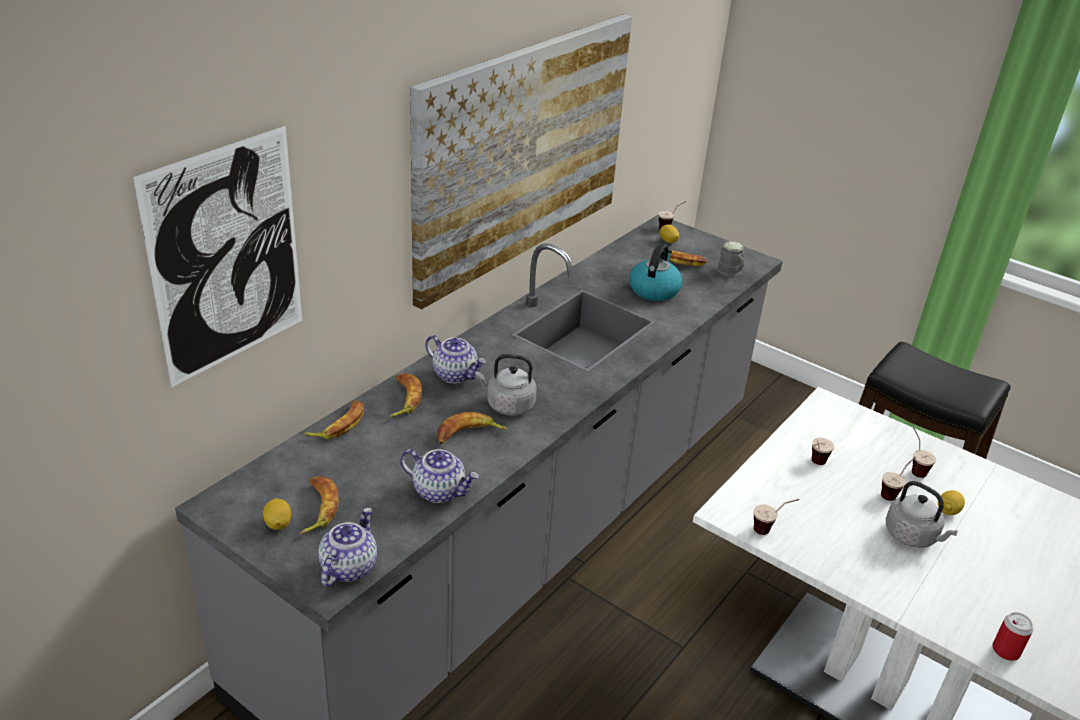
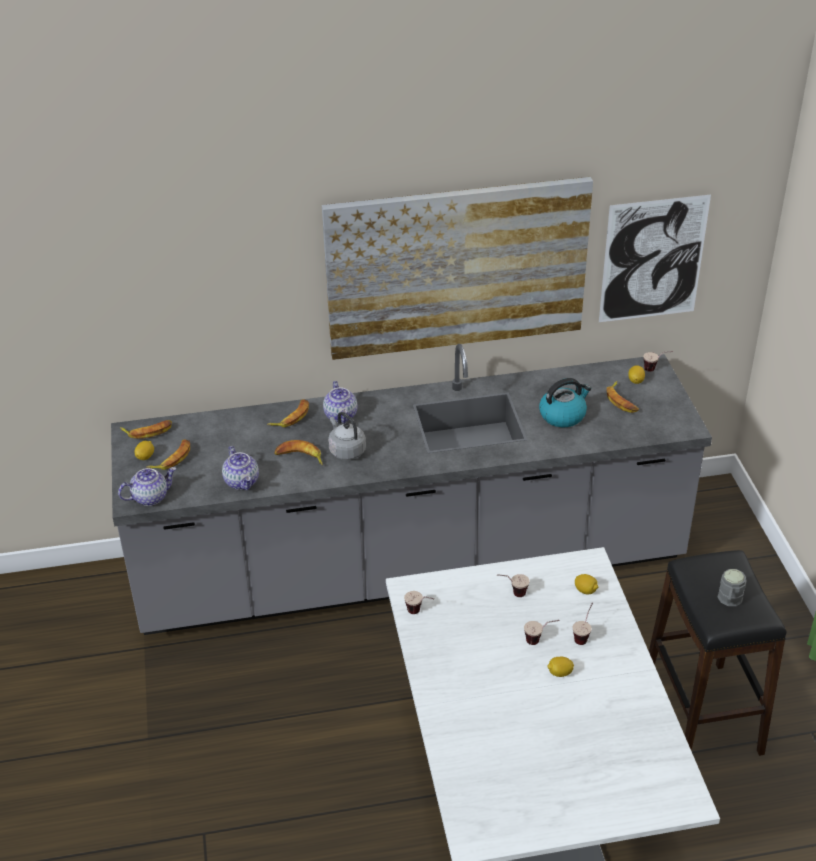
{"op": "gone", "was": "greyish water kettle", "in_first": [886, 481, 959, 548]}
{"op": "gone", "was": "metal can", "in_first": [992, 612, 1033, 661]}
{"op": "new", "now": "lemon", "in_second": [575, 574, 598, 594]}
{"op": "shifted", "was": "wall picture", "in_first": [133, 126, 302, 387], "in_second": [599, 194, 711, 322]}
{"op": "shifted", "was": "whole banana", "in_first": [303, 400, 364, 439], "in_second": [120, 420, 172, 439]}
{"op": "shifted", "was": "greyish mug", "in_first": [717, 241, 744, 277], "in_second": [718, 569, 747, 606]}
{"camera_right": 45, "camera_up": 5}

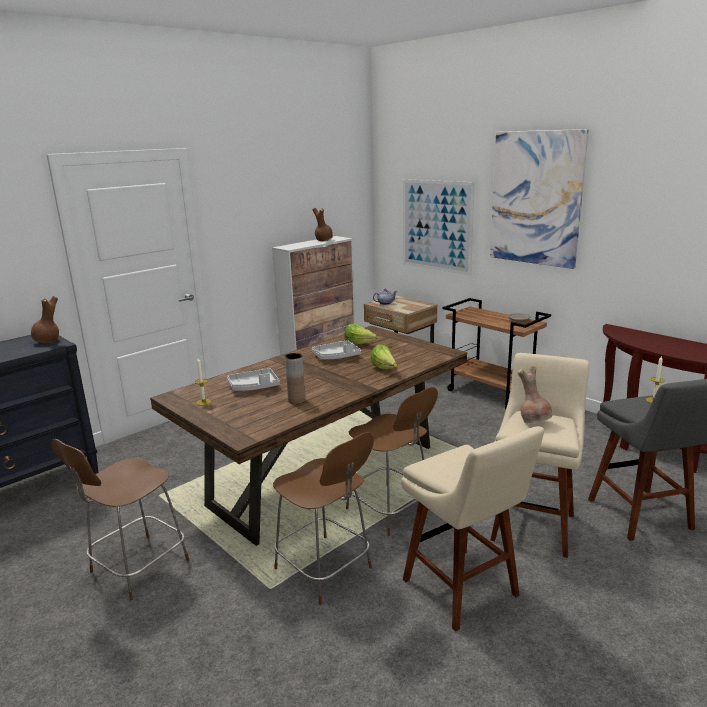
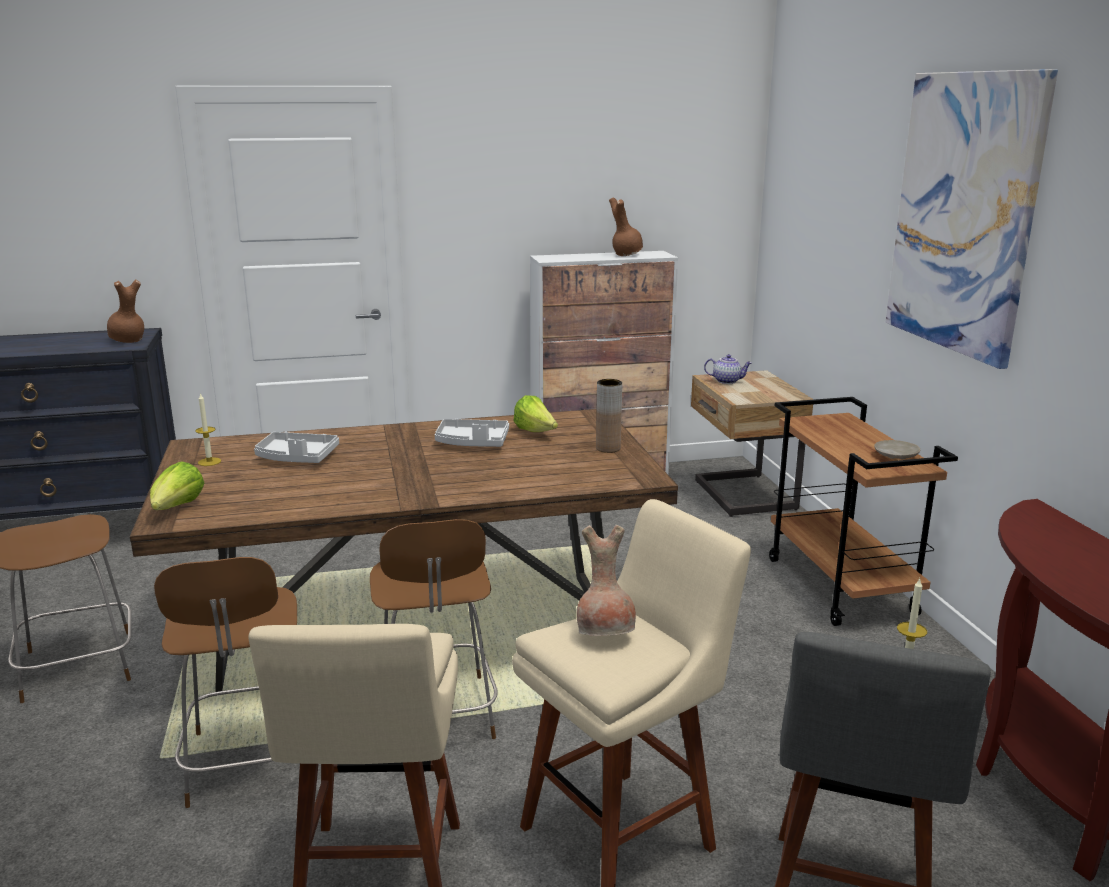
{"op": "gone", "was": "wall picture", "in_first": [403, 179, 475, 276]}
{"op": "shifted", "was": "brown decorative vase", "in_first": [285, 353, 305, 404], "in_second": [596, 379, 622, 453]}
{"op": "shifted", "was": "lettuce", "in_first": [370, 345, 397, 369], "in_second": [150, 461, 204, 510]}
{"camera_right": 30, "camera_up": 0}

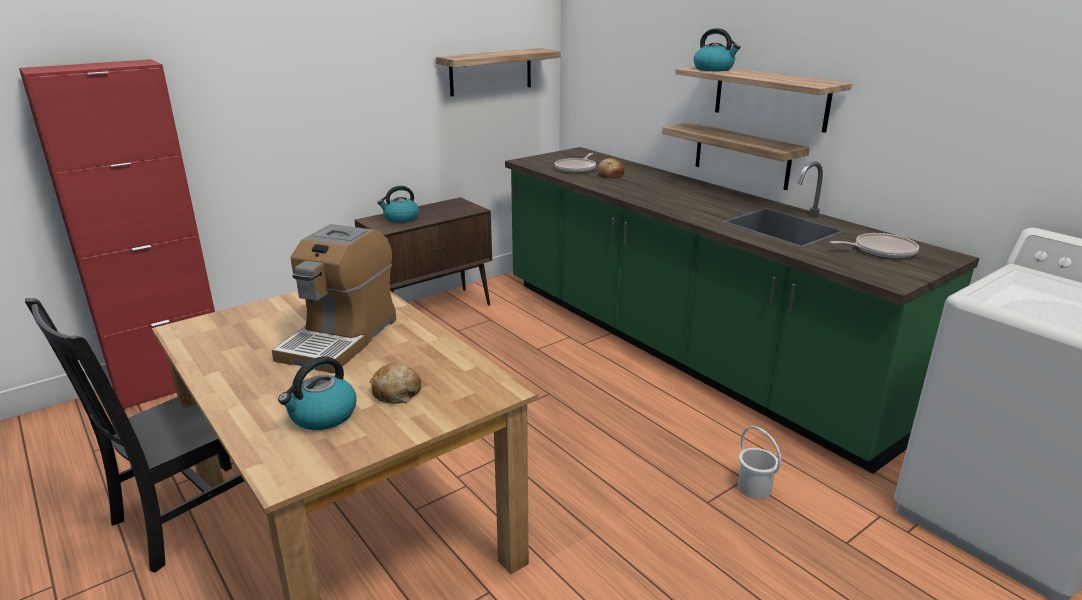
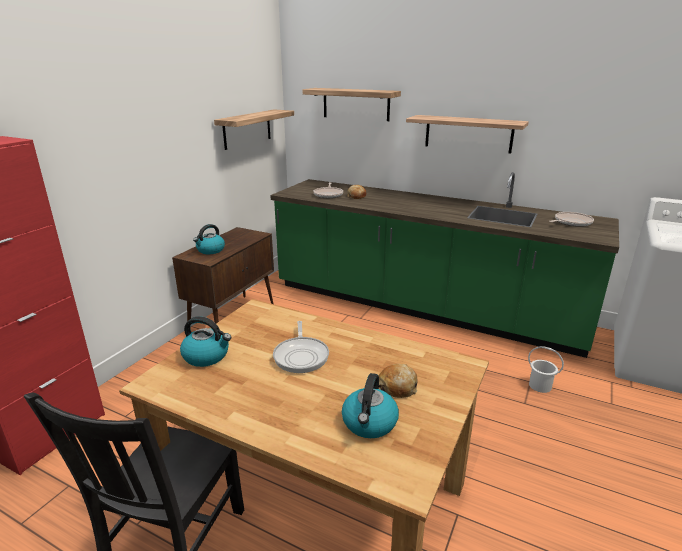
{"op": "shifted", "was": "shelf", "in_first": [662, 122, 810, 190], "in_second": [303, 88, 401, 121]}
{"op": "shifted", "was": "water kettle", "in_first": [694, 28, 741, 71], "in_second": [180, 316, 231, 367]}
{"op": "swapped", "was": "coffee machine", "now": "skillet", "in_first": [272, 224, 396, 373], "in_second": [273, 321, 329, 373]}
{"camera_right": -25, "camera_up": 0}

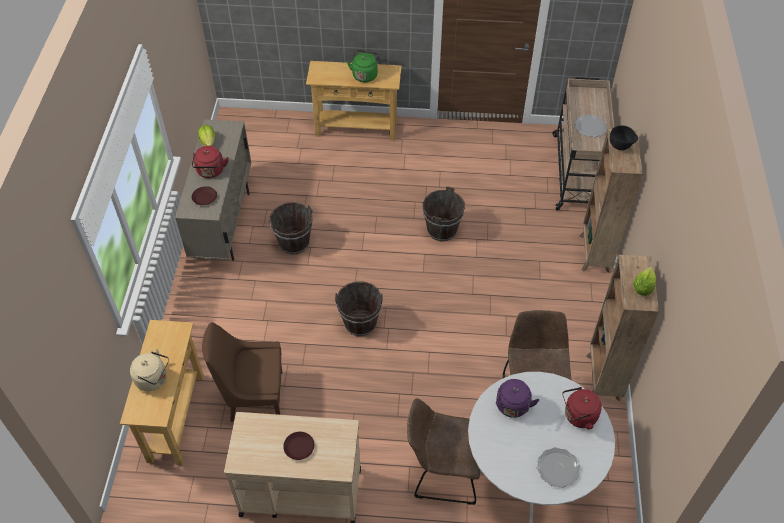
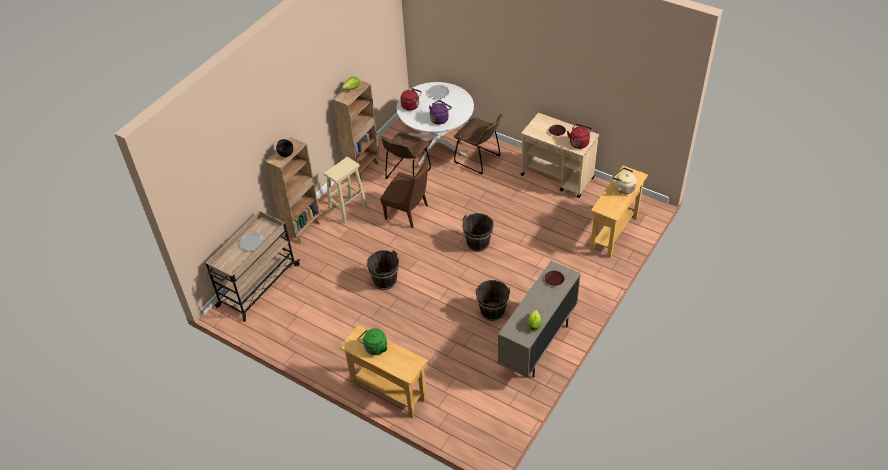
{"op": "new", "now": "sand-coloured stool seat", "in_second": [324, 157, 368, 224]}
{"op": "shifted", "was": "red water kettle", "in_first": [192, 146, 229, 178], "in_second": [567, 124, 593, 149]}
{"op": "shifted", "was": "brown chair", "in_first": [202, 322, 282, 422], "in_second": [380, 161, 428, 228]}
{"camera_right": -150, "camera_up": -5}

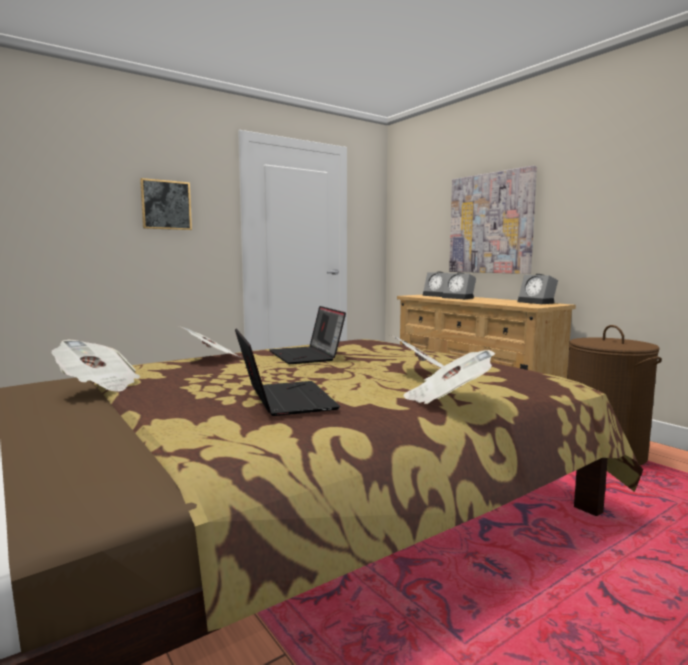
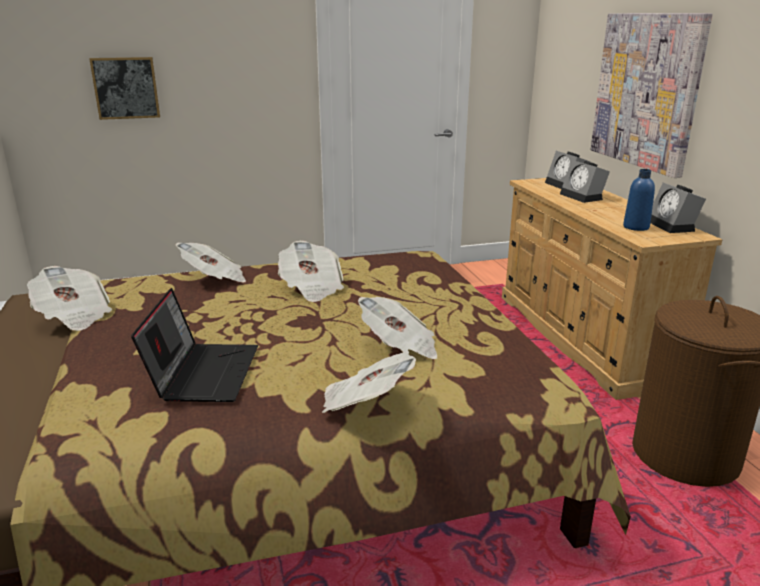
{"op": "new", "now": "blue-coloured drink bottle", "in_second": [623, 169, 655, 231]}
{"op": "shifted", "was": "wall picture", "in_first": [140, 178, 192, 230], "in_second": [89, 57, 160, 120]}
{"op": "swapped", "was": "portable computer", "now": "printed paper", "in_first": [269, 306, 346, 364], "in_second": [278, 241, 344, 302]}
{"camera_right": 20, "camera_up": 15}

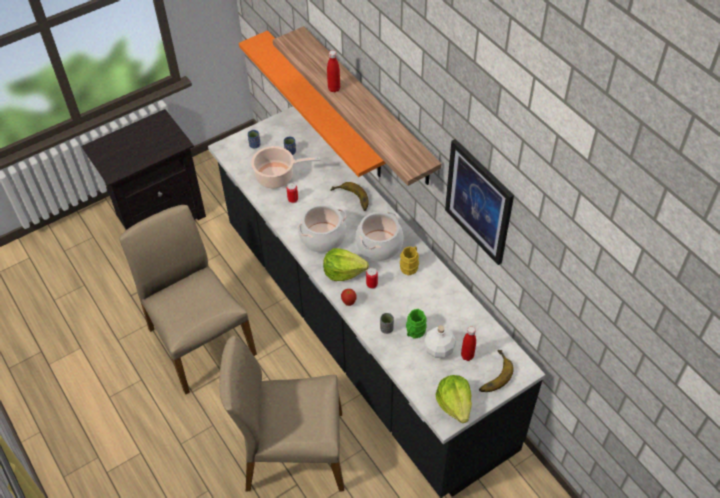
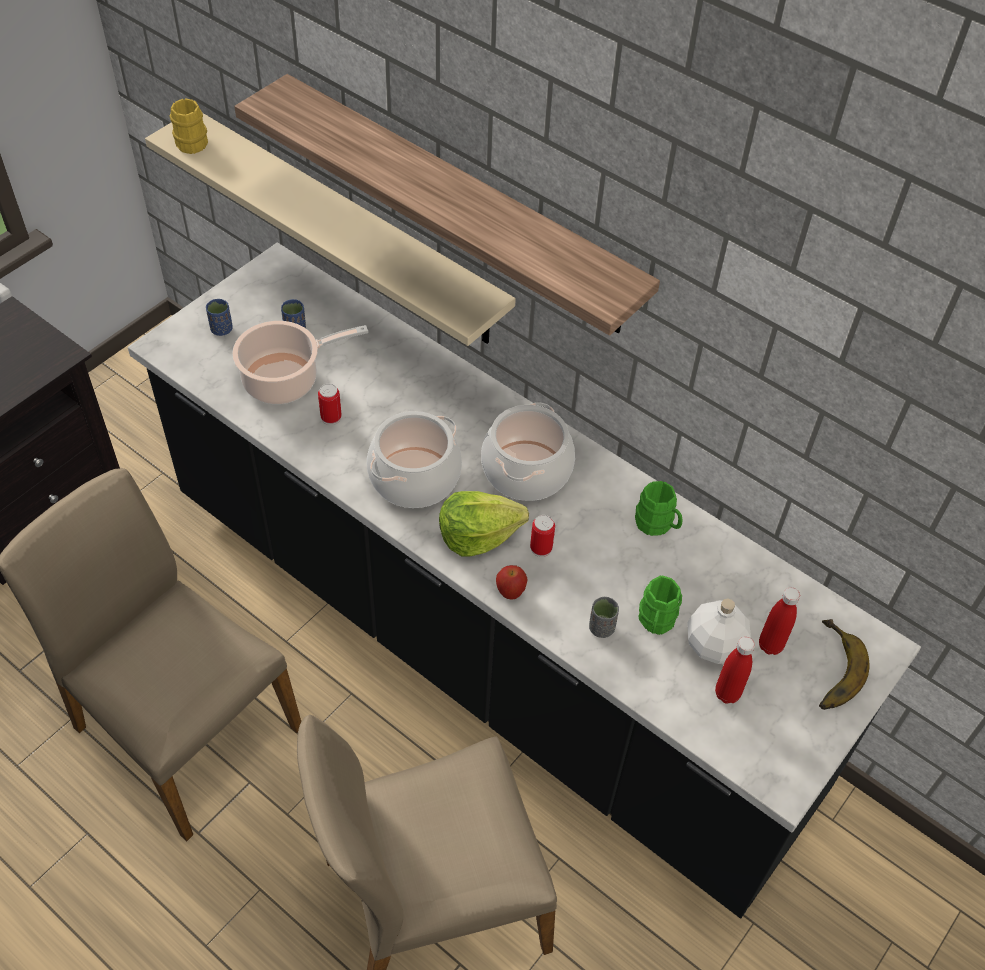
{"op": "gone", "was": "whole banana", "in_first": [330, 182, 368, 211]}
{"op": "gone", "was": "lettuce", "in_first": [436, 375, 472, 423]}
{"op": "gone", "was": "wall picture", "in_first": [445, 139, 514, 265]}
{"op": "new", "now": "green-coloured mug", "in_second": [635, 481, 682, 536]}
{"op": "shifted", "was": "red drink bottle", "in_first": [327, 50, 340, 93], "in_second": [715, 637, 755, 704]}
{"op": "shifted", "was": "yellow-coloured mug", "in_first": [400, 246, 419, 275], "in_second": [170, 98, 208, 154]}
{"op": "repainted", "was": "orange shelf", "now": "sand-coloured shelf", "in_first": [239, 30, 386, 177], "in_second": [145, 113, 516, 346]}
{"camera_right": -20, "camera_up": 0}

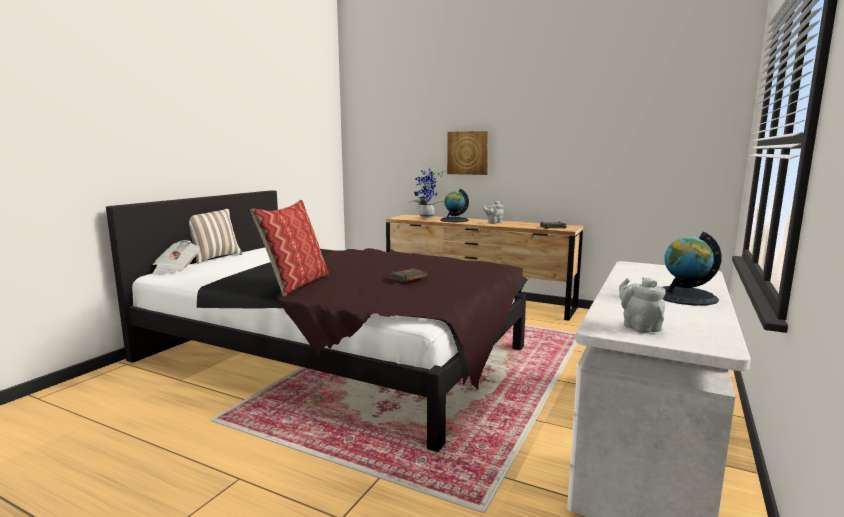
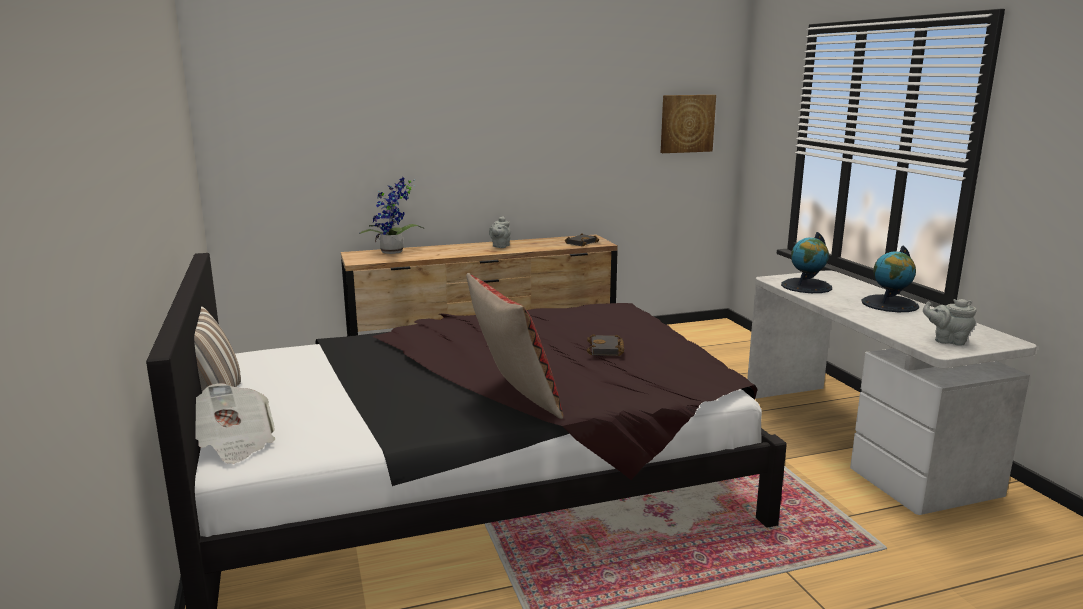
{"op": "shifted", "was": "desk globe", "in_first": [440, 189, 469, 222], "in_second": [781, 232, 832, 293]}
{"op": "shifted", "was": "wall picture", "in_first": [447, 131, 489, 175], "in_second": [661, 95, 716, 153]}
{"camera_right": -45, "camera_up": 5}

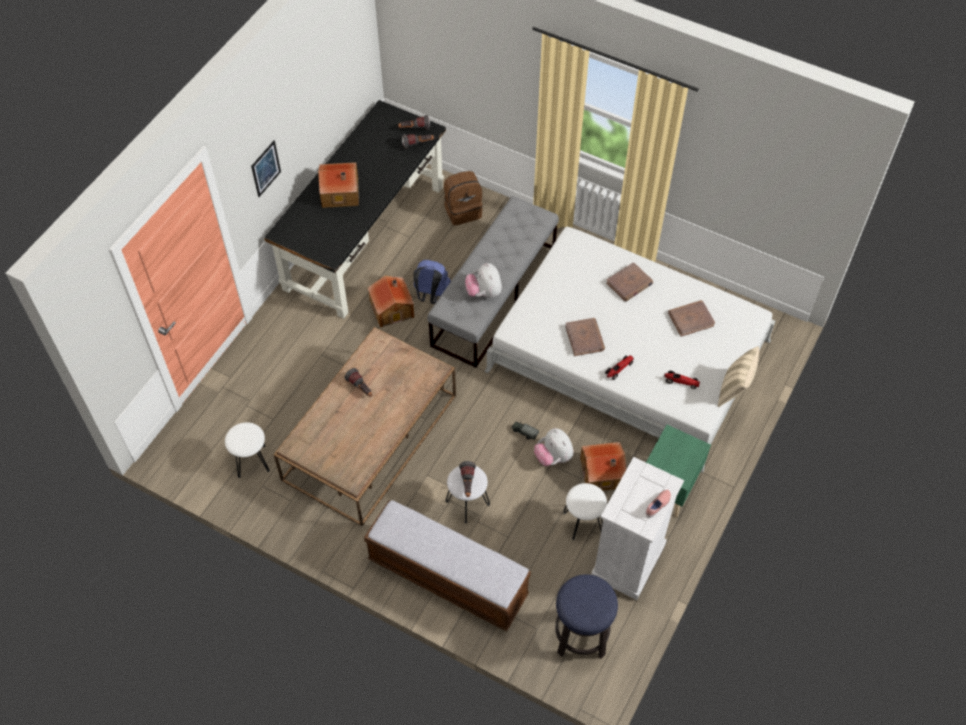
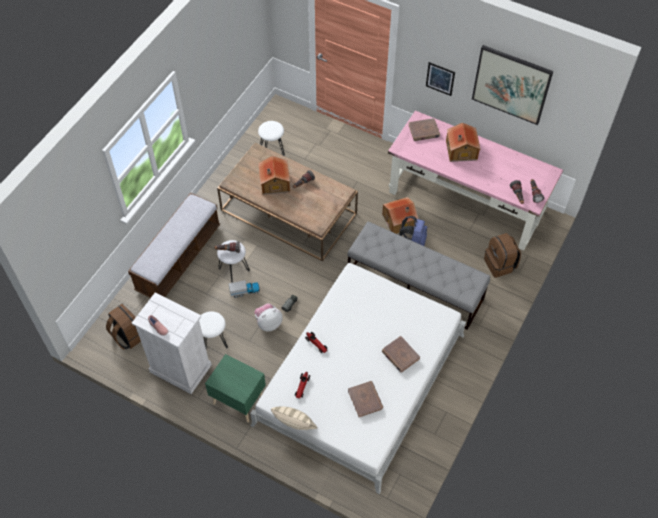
{"op": "gone", "was": "plush toy", "in_first": [465, 263, 502, 298]}
{"op": "new", "now": "model truck", "in_second": [229, 280, 260, 298]}
{"op": "new", "now": "wall picture", "in_second": [472, 45, 553, 125]}
{"op": "shifted", "was": "brown book", "in_first": [565, 318, 605, 356], "in_second": [408, 118, 440, 141]}
{"op": "shifted", "was": "miniature house", "in_first": [580, 442, 627, 491], "in_second": [258, 156, 290, 195]}
{"op": "swapped", "was": "stool seat", "now": "brown knapsack", "in_first": [555, 574, 618, 659], "in_second": [106, 304, 141, 350]}
{"op": "repainted", "was": "black desk table", "now": "pinkish desk table", "in_first": [264, 100, 446, 319], "in_second": [388, 110, 563, 251]}
{"camera_right": 90, "camera_up": 0}

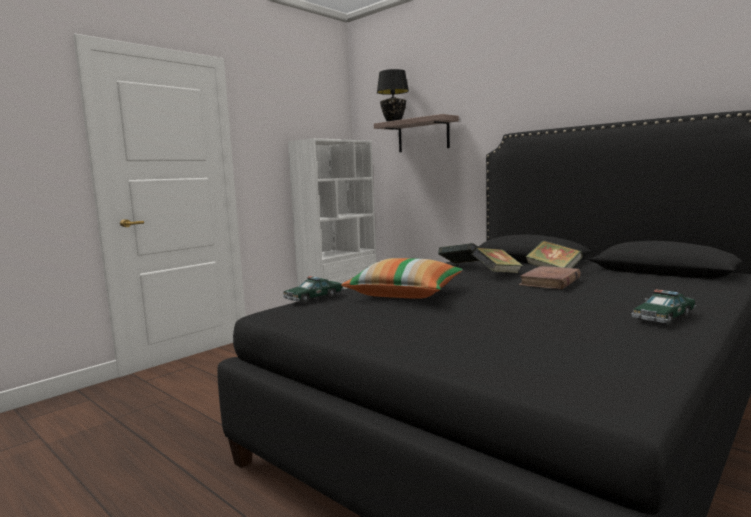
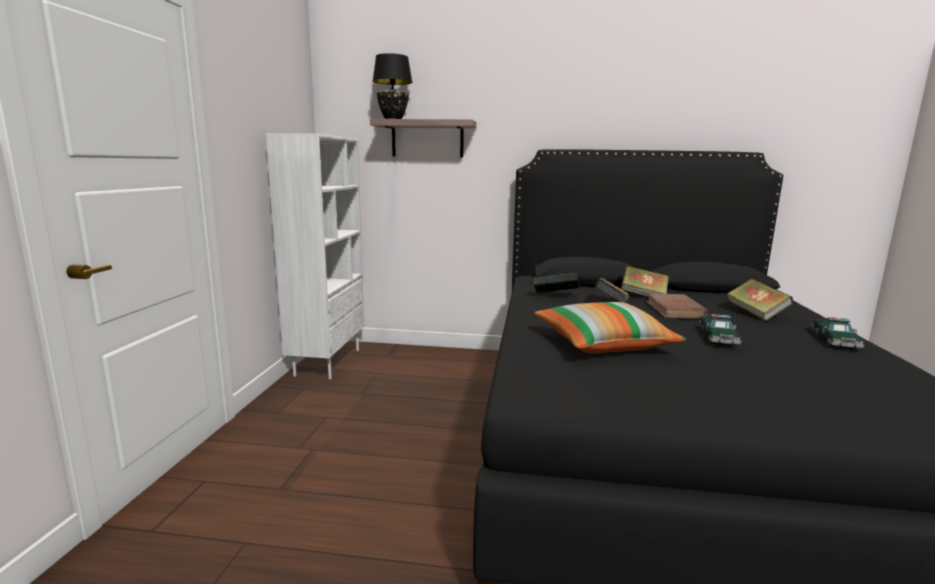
{"op": "new", "now": "book", "in_second": [727, 279, 793, 321]}
{"op": "shifted", "was": "model car", "in_first": [283, 276, 344, 303], "in_second": [699, 314, 742, 345]}
{"camera_right": -35, "camera_up": 5}

